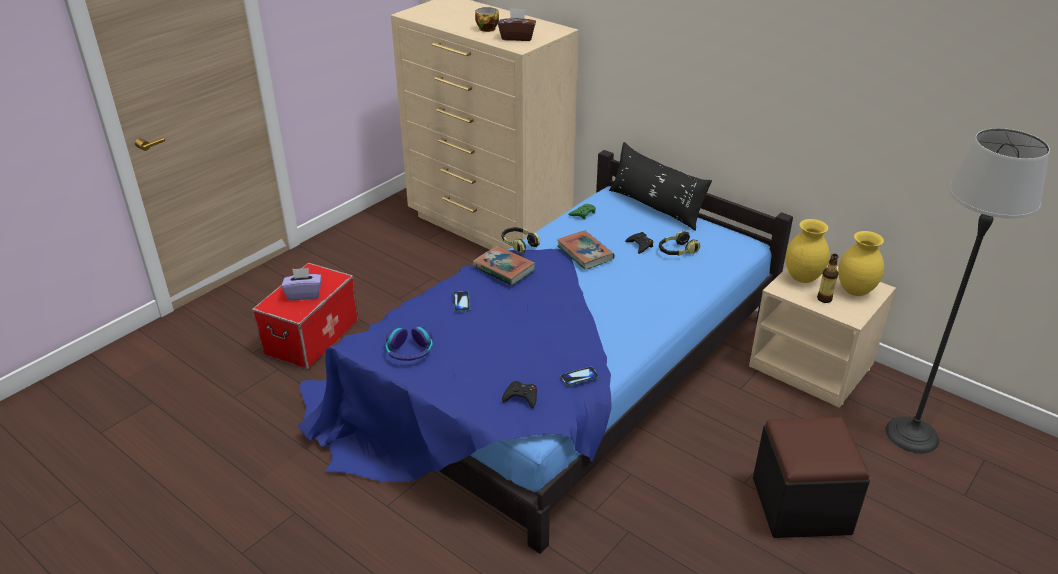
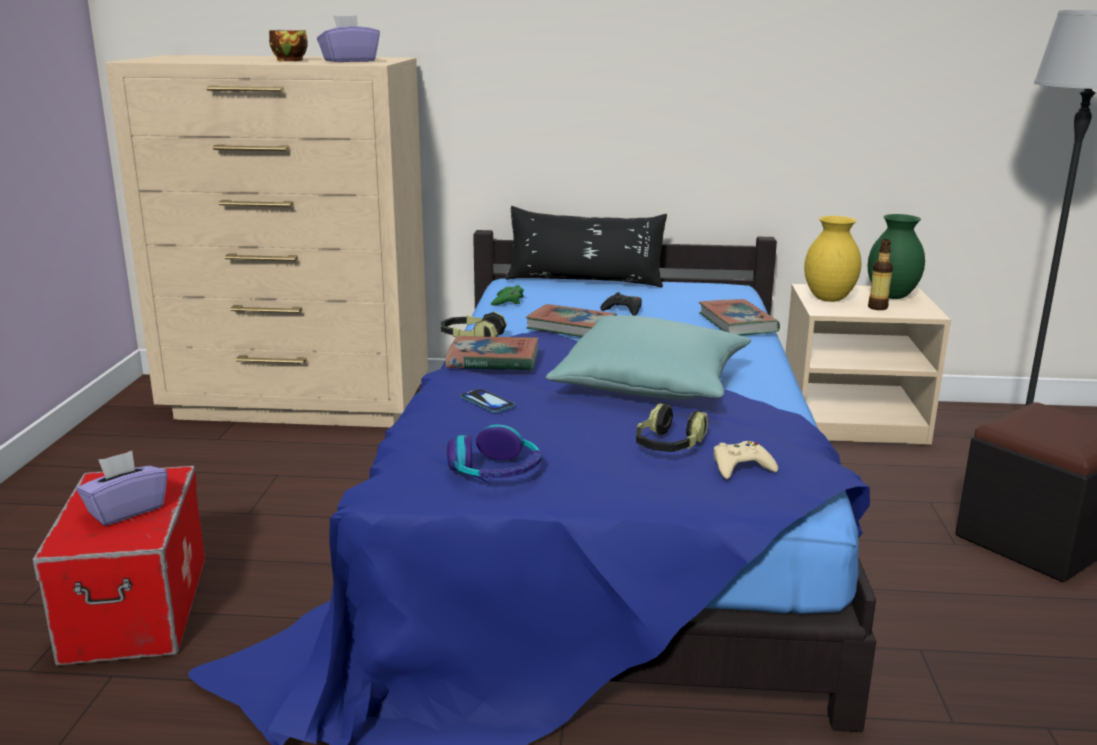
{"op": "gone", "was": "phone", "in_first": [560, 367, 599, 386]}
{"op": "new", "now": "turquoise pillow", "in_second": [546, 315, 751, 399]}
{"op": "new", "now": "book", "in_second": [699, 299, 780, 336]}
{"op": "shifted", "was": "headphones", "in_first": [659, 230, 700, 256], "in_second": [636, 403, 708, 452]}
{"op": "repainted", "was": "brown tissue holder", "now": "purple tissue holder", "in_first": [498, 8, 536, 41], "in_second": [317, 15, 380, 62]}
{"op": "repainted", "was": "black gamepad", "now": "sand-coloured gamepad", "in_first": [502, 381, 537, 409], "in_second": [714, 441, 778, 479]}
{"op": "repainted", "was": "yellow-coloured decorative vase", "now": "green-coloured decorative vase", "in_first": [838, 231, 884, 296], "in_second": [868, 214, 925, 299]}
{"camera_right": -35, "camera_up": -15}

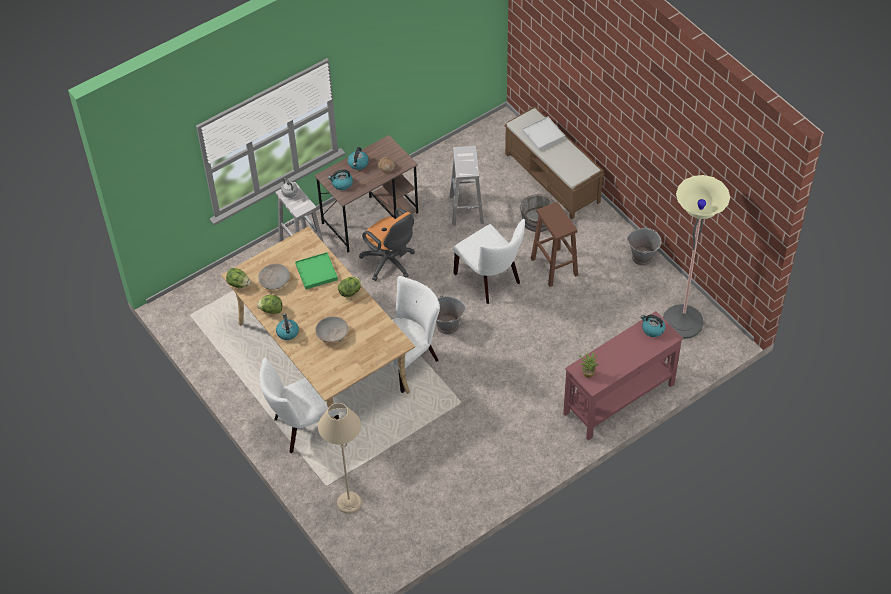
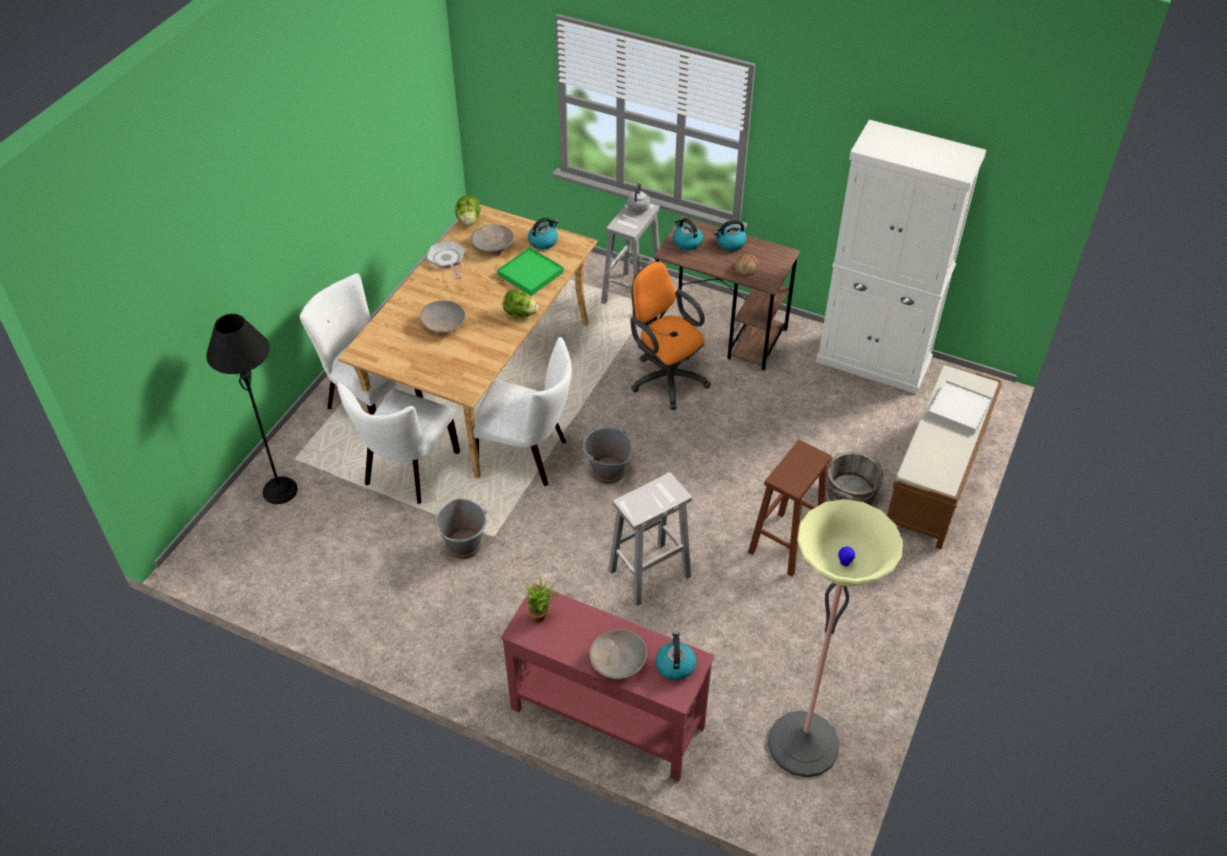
{"op": "new", "now": "sand-coloured serving bowl", "in_second": [589, 629, 647, 679]}
{"op": "new", "now": "whitish storage cabinet", "in_second": [816, 120, 986, 394]}
{"op": "shifted", "was": "water kettle", "in_first": [276, 314, 299, 340], "in_second": [528, 217, 558, 250]}
{"op": "shifted", "was": "whitish stool seat", "in_first": [450, 146, 484, 226], "in_second": [608, 472, 692, 606]}
{"op": "shifted", "was": "whitish chair", "in_first": [453, 219, 525, 304], "in_second": [337, 383, 460, 504]}
{"op": "shifted", "was": "greyish pail", "in_first": [627, 226, 661, 266], "in_second": [434, 498, 488, 560]}
{"op": "swapped", "was": "lettuce", "now": "skillet", "in_first": [257, 295, 282, 314], "in_second": [427, 241, 465, 279]}
{"op": "repainted", "was": "sand-coloured floor lamp", "now": "black floor lamp", "in_first": [318, 403, 362, 514], "in_second": [206, 314, 298, 504]}
{"op": "rotated", "was": "orange desk chair", "in_first": [359, 208, 415, 281], "in_second": [630, 261, 711, 410], "clockwise": 120}
{"camera_right": 60, "camera_up": -5}

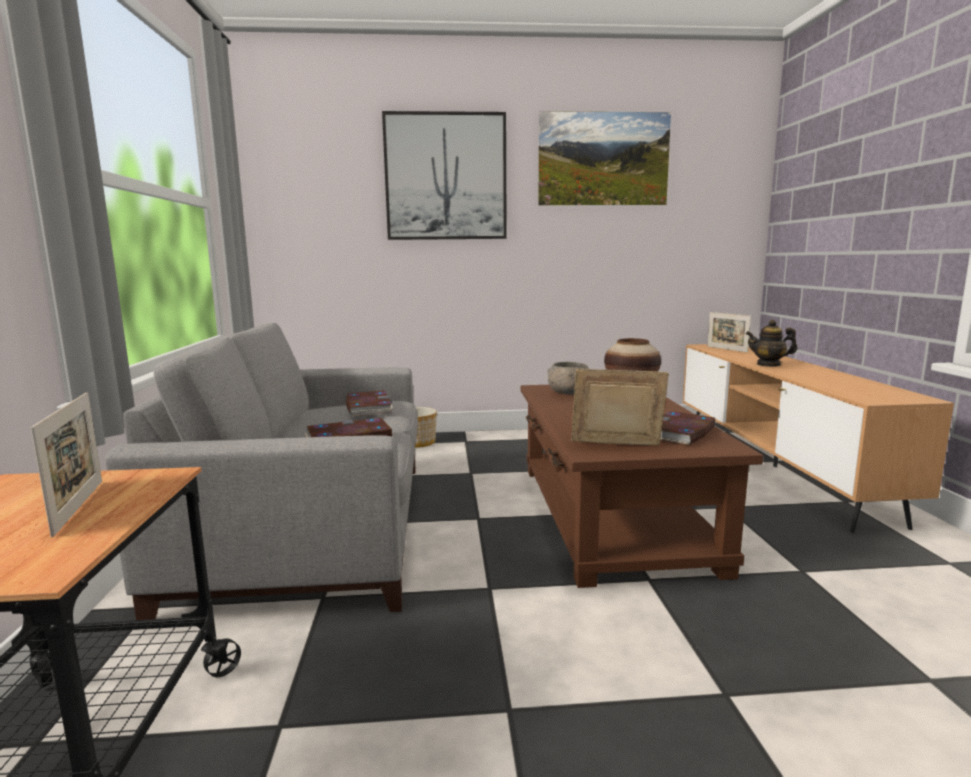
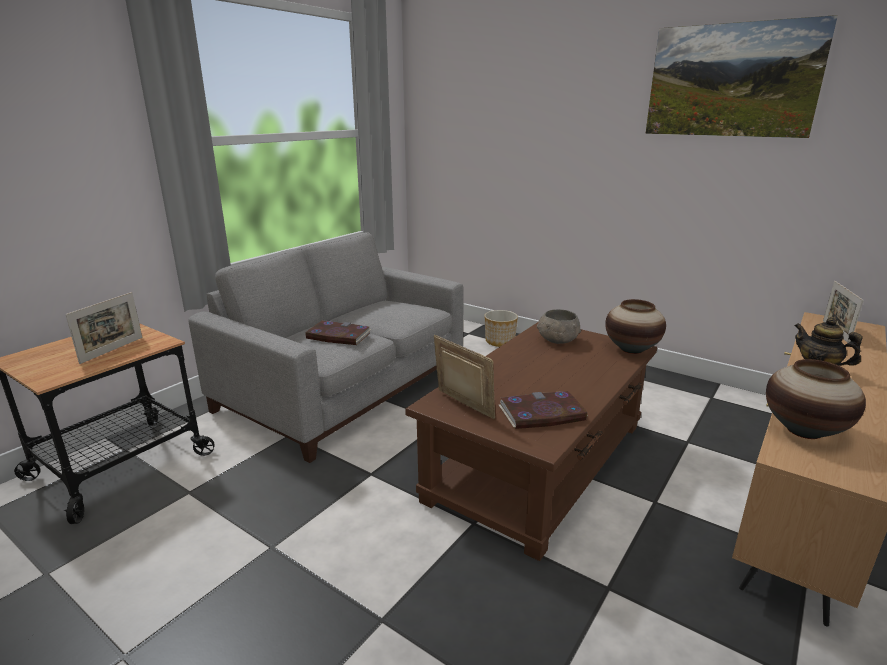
{"op": "gone", "was": "book", "in_first": [346, 391, 393, 416]}
{"op": "gone", "was": "wall picture", "in_first": [382, 111, 507, 240]}
{"op": "new", "now": "decorative vase", "in_second": [766, 359, 866, 439]}
{"camera_right": 40, "camera_up": 10}

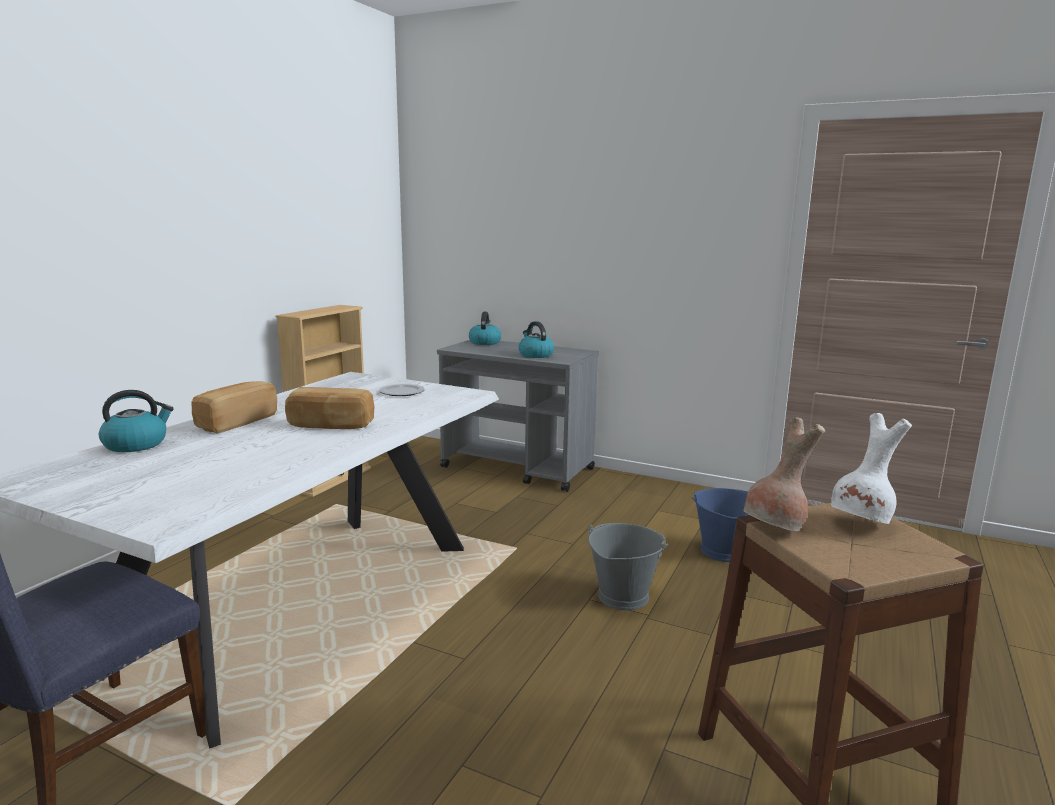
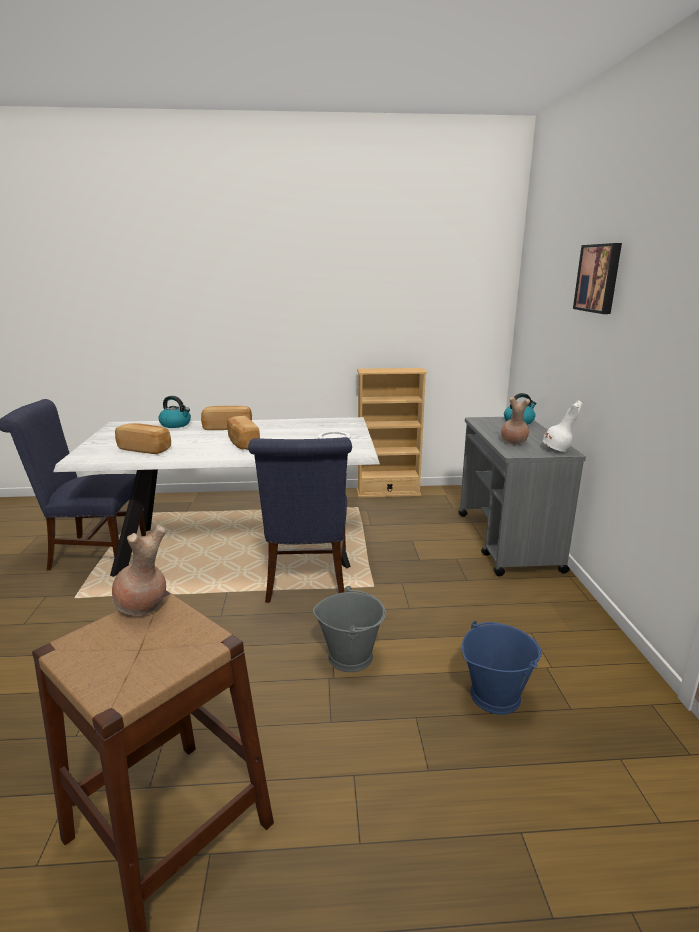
{"op": "new", "now": "bread", "in_second": [115, 423, 171, 454]}
{"op": "new", "now": "blue-coloured chair", "in_second": [248, 437, 352, 603]}
{"op": "new", "now": "wall picture", "in_second": [573, 243, 622, 314]}
{"op": "shifted", "was": "whitish decorative vase", "in_first": [830, 413, 912, 524], "in_second": [543, 401, 583, 452]}
{"op": "swapped", "was": "water kettle", "now": "brown decorative vase", "in_first": [518, 321, 554, 358], "in_second": [501, 397, 530, 445]}
{"camera_right": 60, "camera_up": 5}

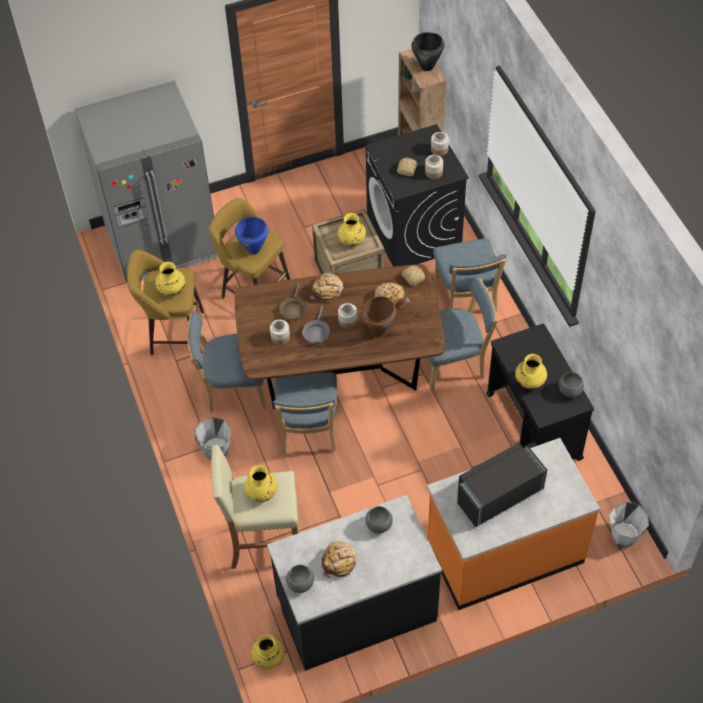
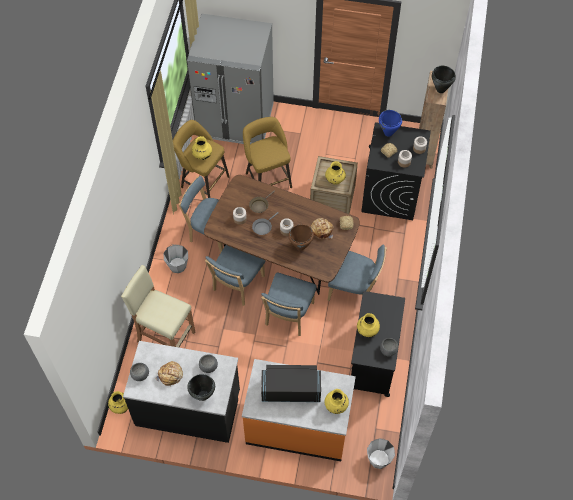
{"op": "gone", "was": "bread", "in_first": [310, 273, 343, 302]}
{"op": "new", "now": "black cooking pot", "in_second": [187, 374, 215, 401]}
{"op": "shifted", "was": "blue-coloured cooking pot", "in_first": [235, 217, 268, 254], "in_second": [379, 110, 402, 137]}
{"op": "shifted", "was": "yellow-coloured decorative vase", "in_first": [244, 465, 277, 502], "in_second": [325, 389, 349, 414]}
{"op": "shifted", "was": "blue-coloured chair", "in_first": [433, 238, 506, 312], "in_second": [261, 273, 317, 336]}
{"camera_right": 30, "camera_up": 5}

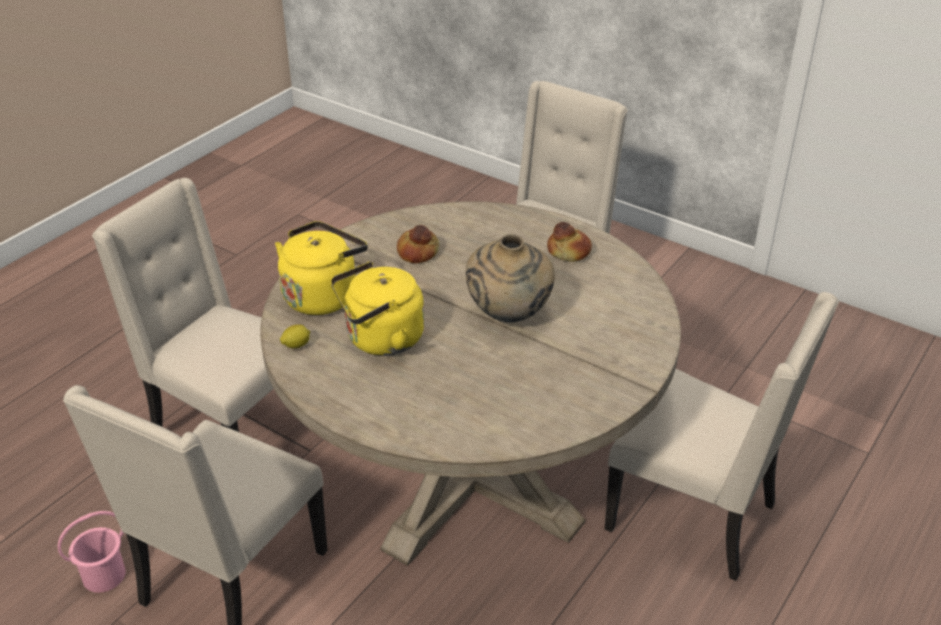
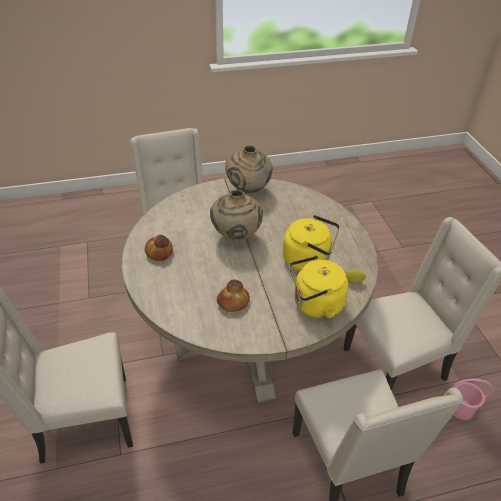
{"op": "new", "now": "sand-coloured decorative vase", "in_second": [225, 145, 273, 193]}
{"camera_right": -140, "camera_up": 5}

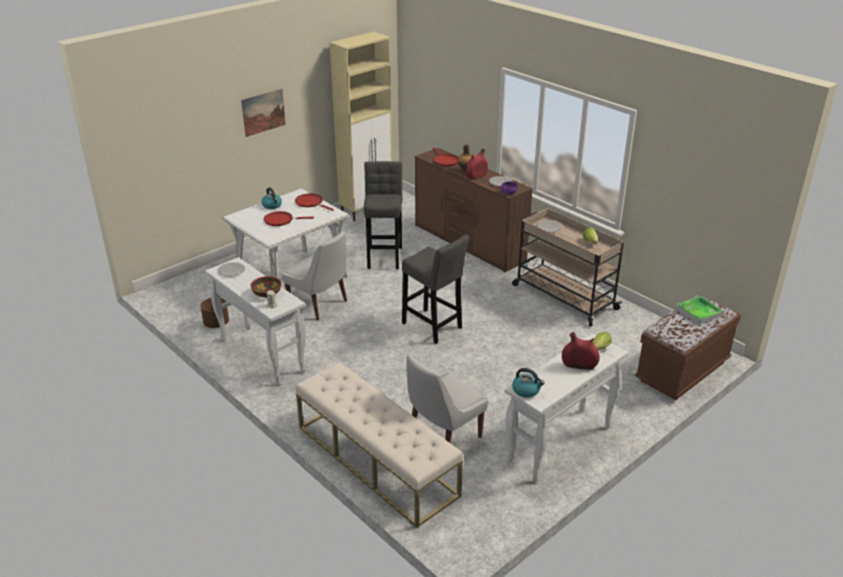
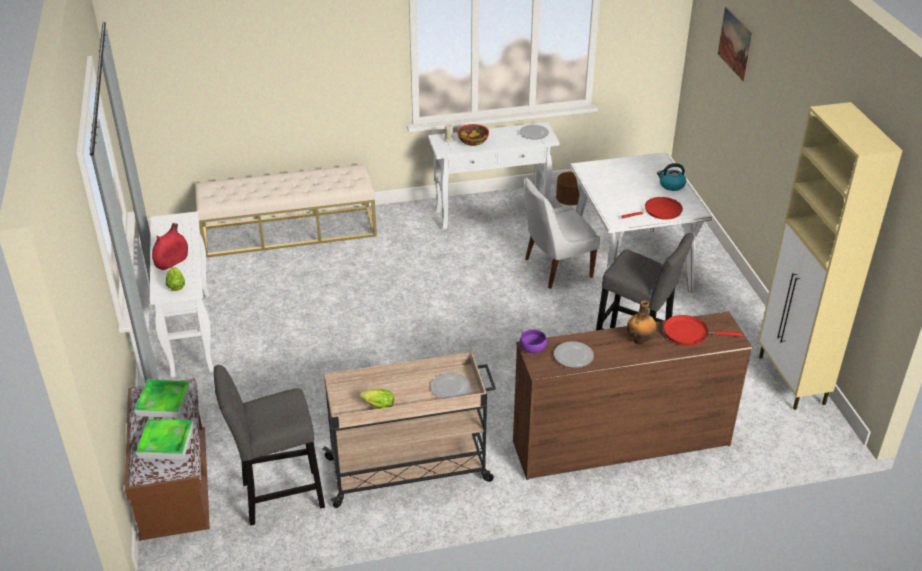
{"op": "gone", "was": "red skillet", "in_first": [264, 211, 314, 226]}
{"op": "gone", "was": "whitish chair", "in_first": [406, 355, 488, 443]}
{"op": "gone", "was": "red decorative vase", "in_first": [466, 149, 488, 179]}
{"op": "gone", "was": "water kettle", "in_first": [512, 368, 545, 398]}
{"op": "new", "now": "serving tray", "in_second": [134, 380, 191, 418]}
{"op": "shifted", "was": "wall picture", "in_first": [241, 89, 286, 137], "in_second": [718, 7, 754, 82]}
{"op": "shifted", "was": "greyish stool seat", "in_first": [402, 235, 469, 344], "in_second": [214, 365, 325, 526]}
{"camera_right": 120, "camera_up": 5}

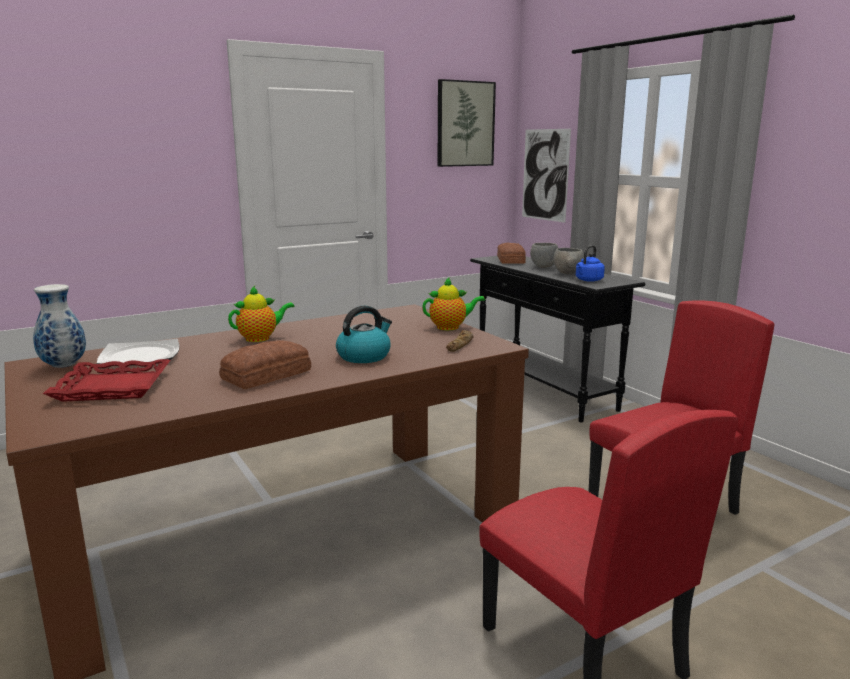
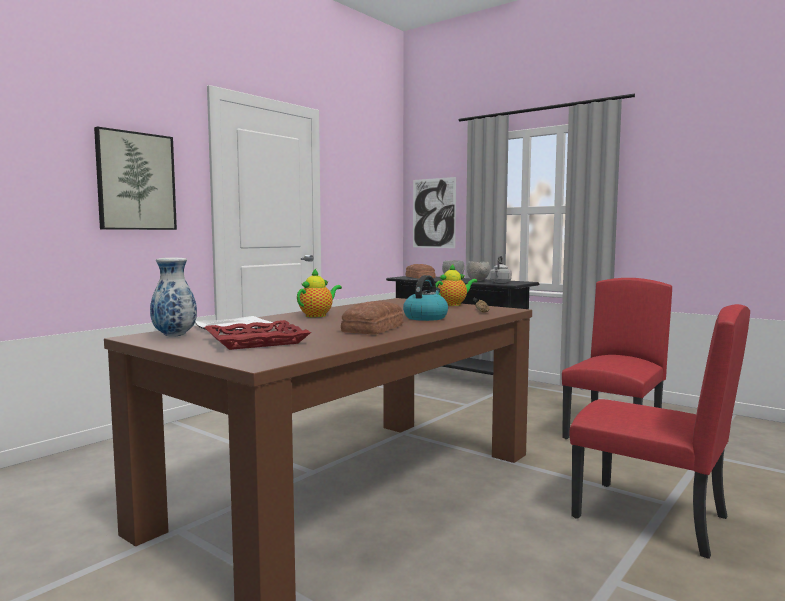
{"op": "shifted", "was": "wall picture", "in_first": [438, 79, 496, 167], "in_second": [94, 127, 177, 230]}
{"op": "repainted", "was": "blue-coloured water kettle", "now": "greyish water kettle", "in_first": [576, 245, 605, 282], "in_second": [490, 256, 512, 283]}
{"camera_right": -20, "camera_up": -10}

